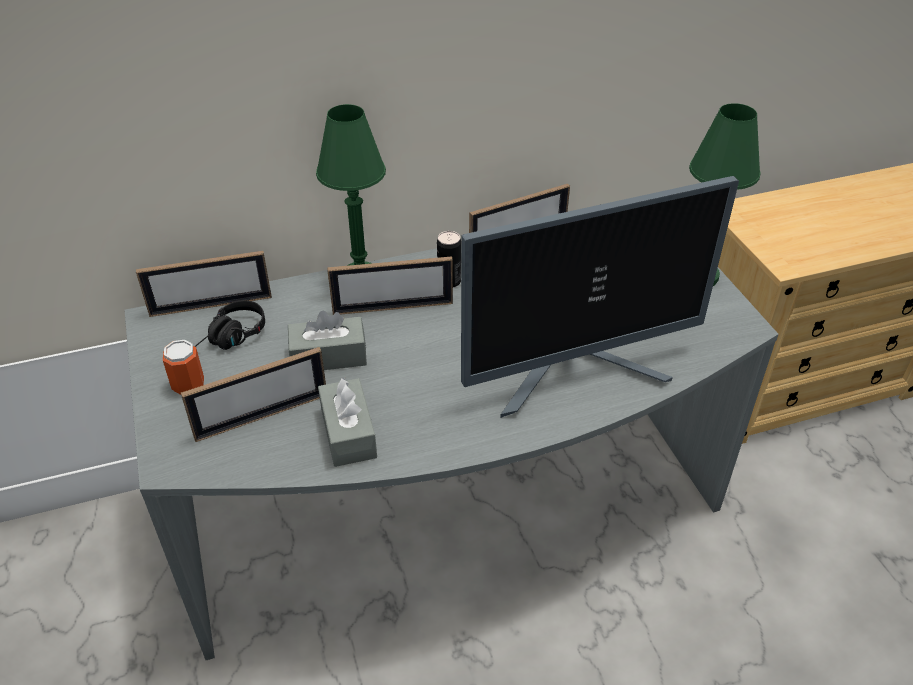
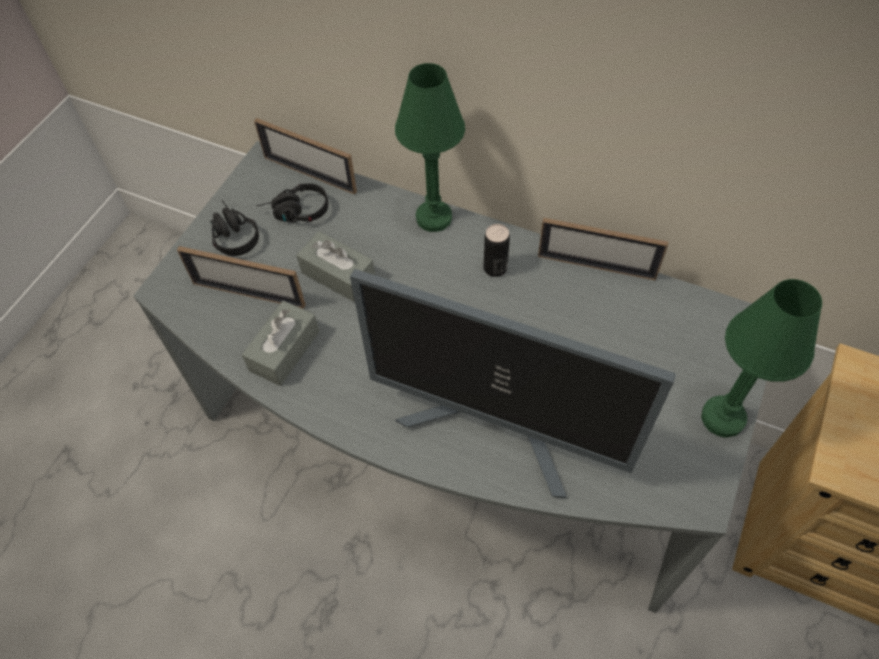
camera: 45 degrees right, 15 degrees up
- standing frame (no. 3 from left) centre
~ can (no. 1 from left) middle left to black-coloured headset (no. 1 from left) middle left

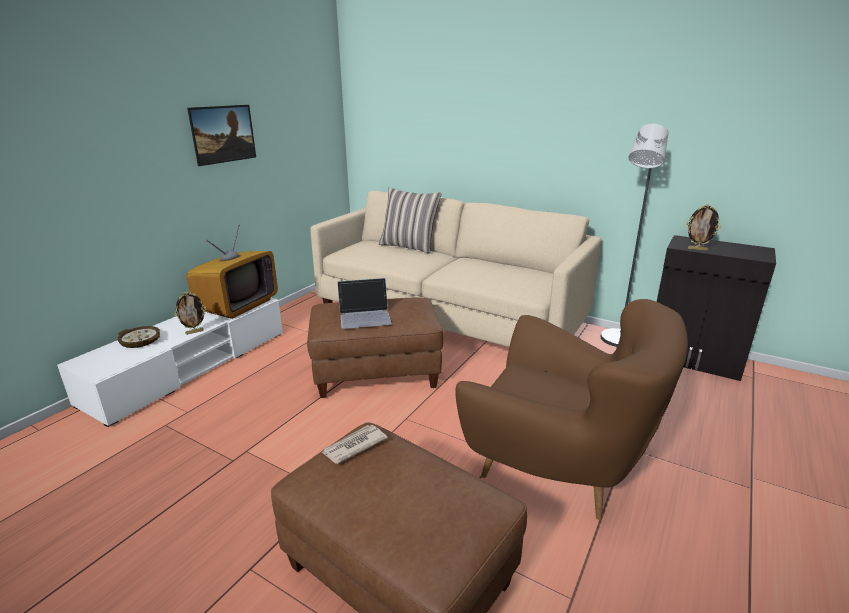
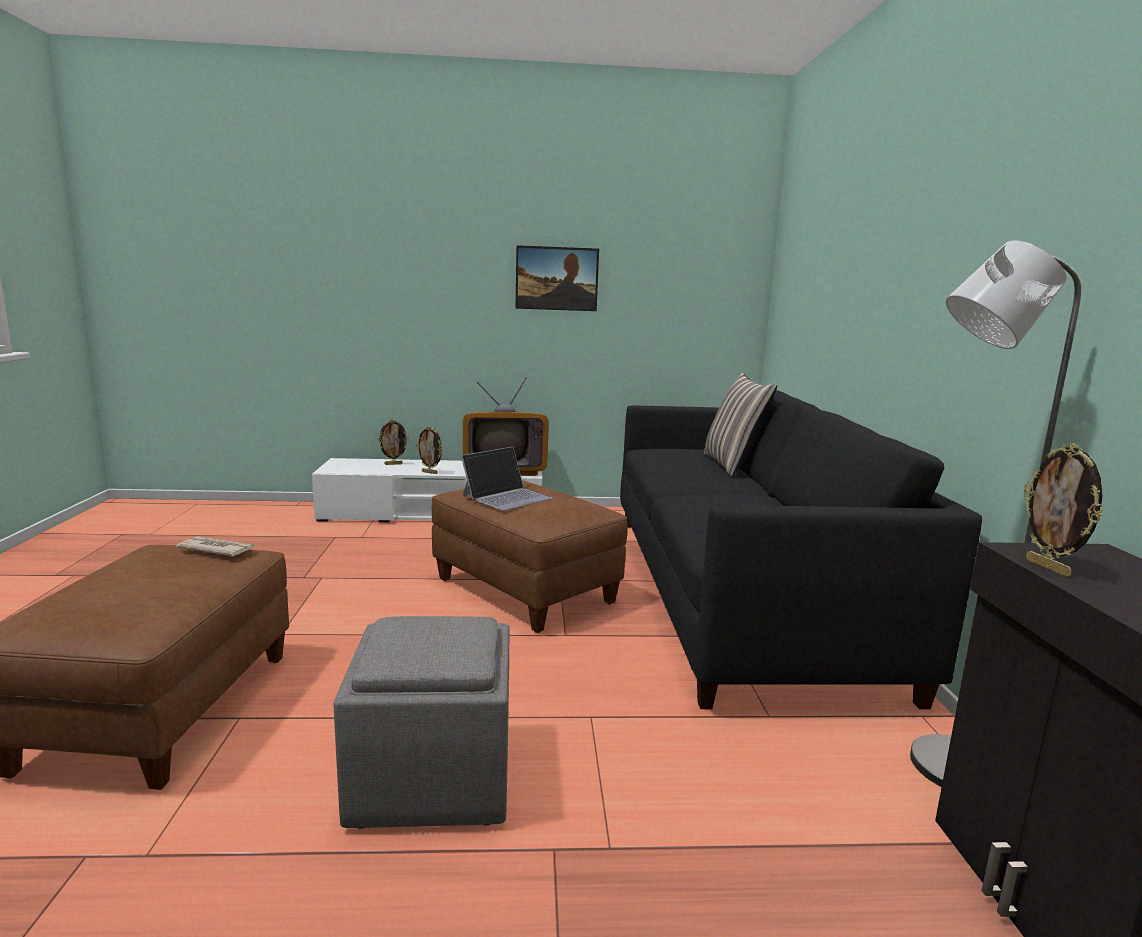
camera: 55 degrees right, 10 degrees down
~ serving bowl middle left to standing frame (no. 1 from left) centre
~ brown armchair bottom right to grey pouffe bottom centre
~ beige-coloured couch centre to black-coloured couch middle right
~ notebook computer centre = centre 90 degrees counterclockwise

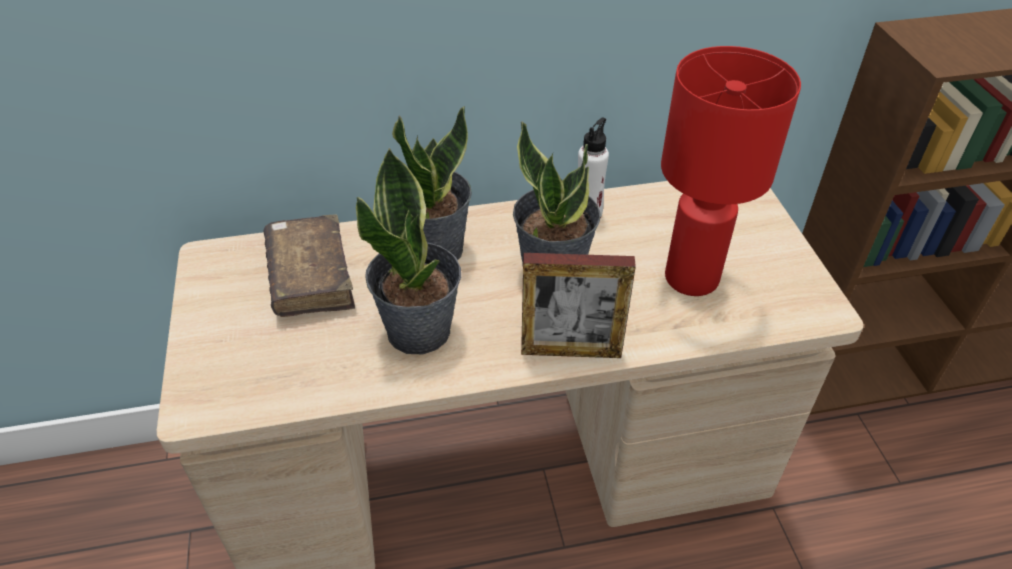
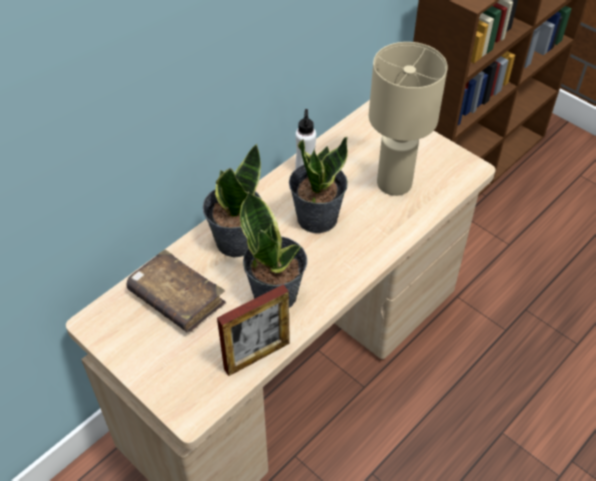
camera: 35 degrees left, 5 degrees up
~ standing frame centre to bottom centre
~ red-coloured tabletop lamp top right to beige-coloured tabletop lamp top right

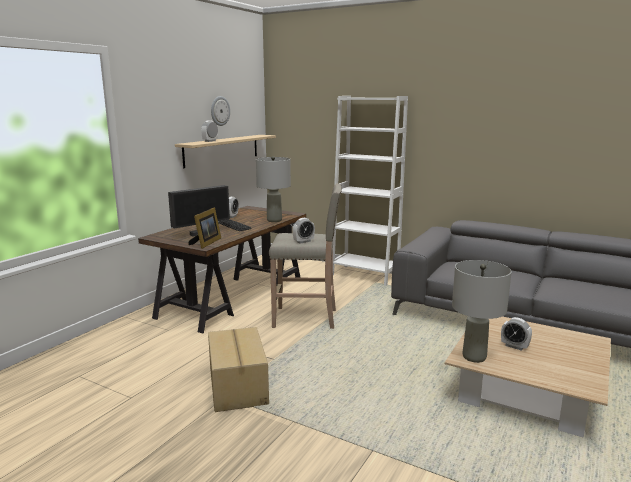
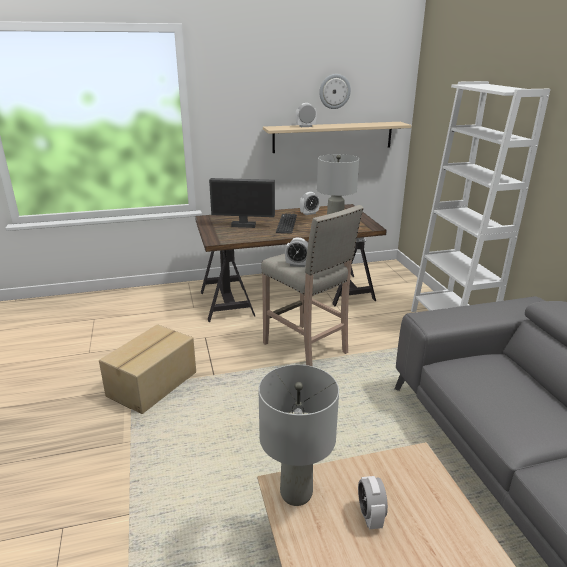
camera: 45 degrees right, 10 degrees up
- standing frame middle left

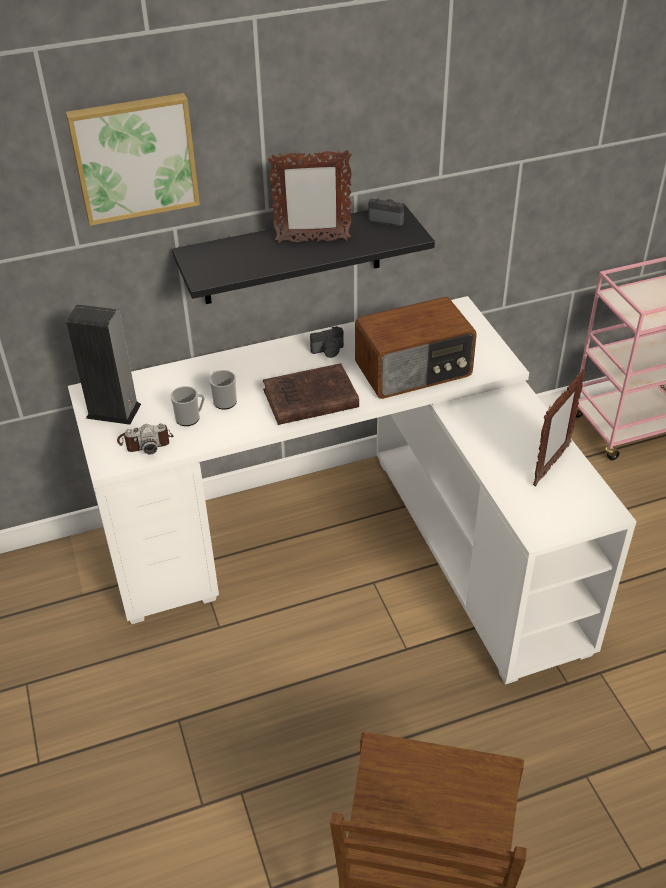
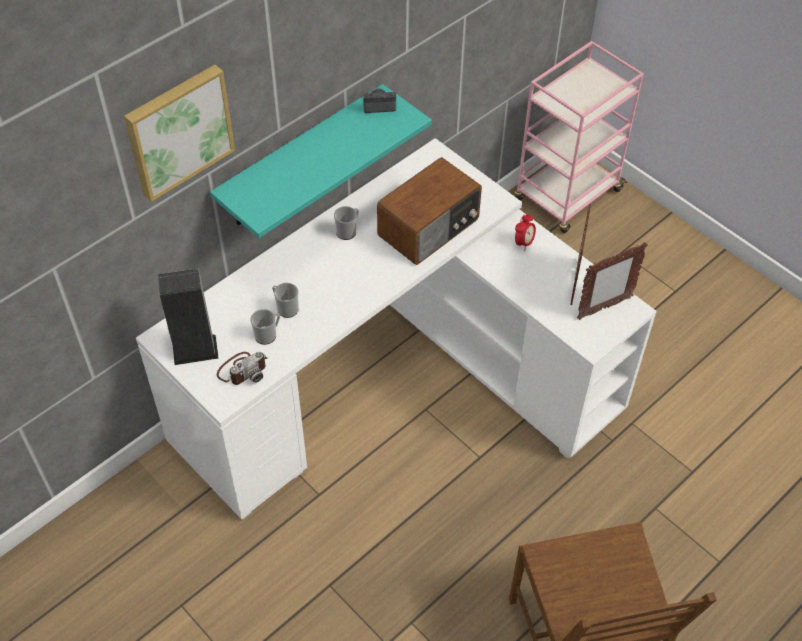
camera: 25 degrees left, 10 degrees up
- brown book centre
+ alarm clock centre
~ standing frame (no. 1 from left in the first image) top centre to standing frame (no. 2 from left) middle right
~ still camera (no. 2 from left) centre to tea mug (no. 3 from left) centre
~ black-coloured shelf top centre to turquoise shelf top centre

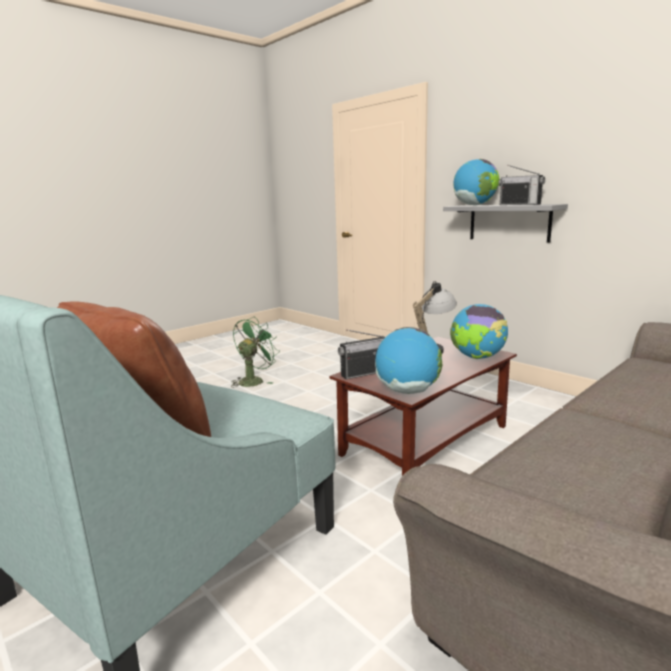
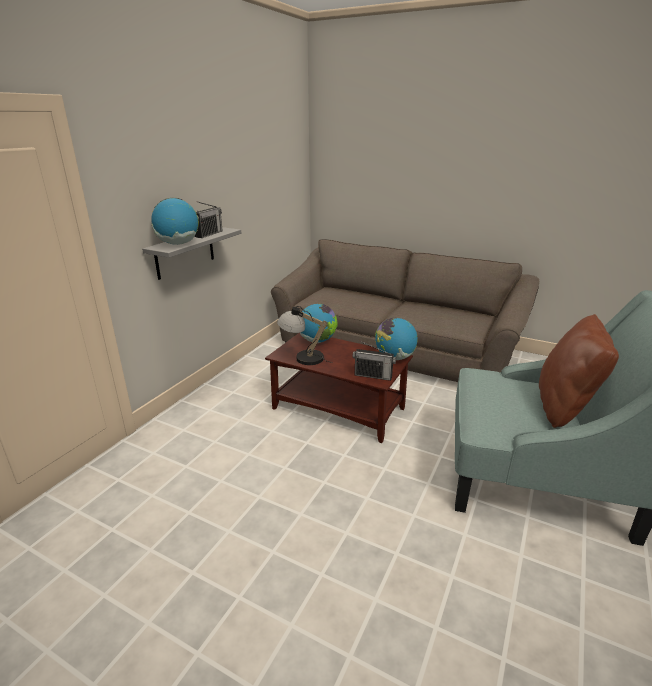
camera: 110 degrees left, 10 degrees up
- greenish fan centre
~ radio set (no. 1 from left in the first image) centre = centre 150 degrees clockwise

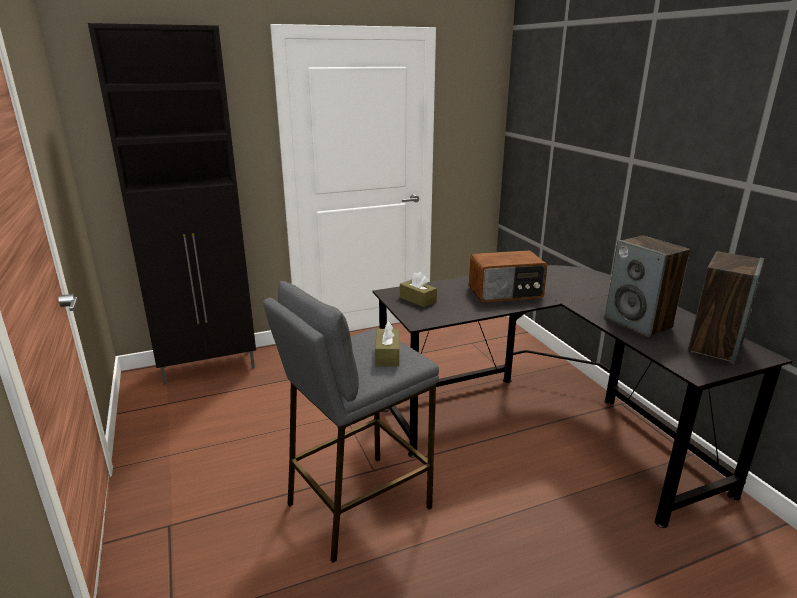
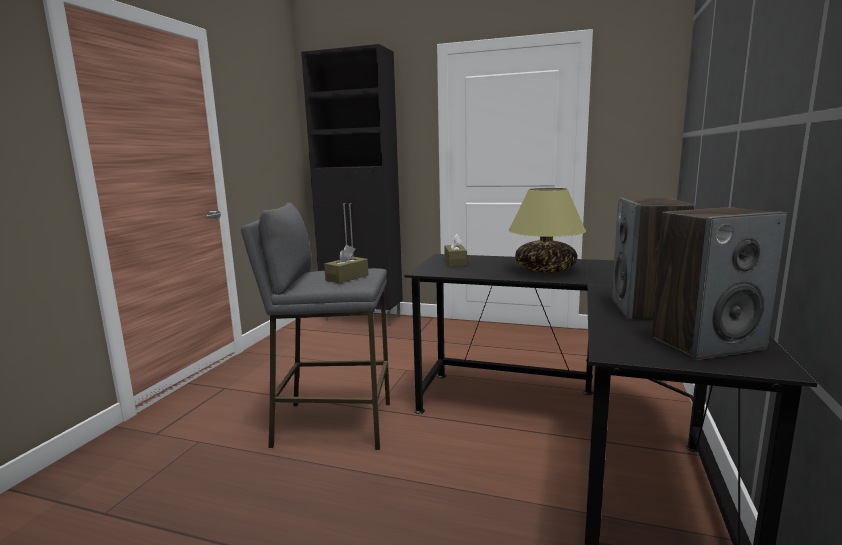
camera: 40 degrees right, 10 degrees down
~ radio set centre to tabletop lamp centre

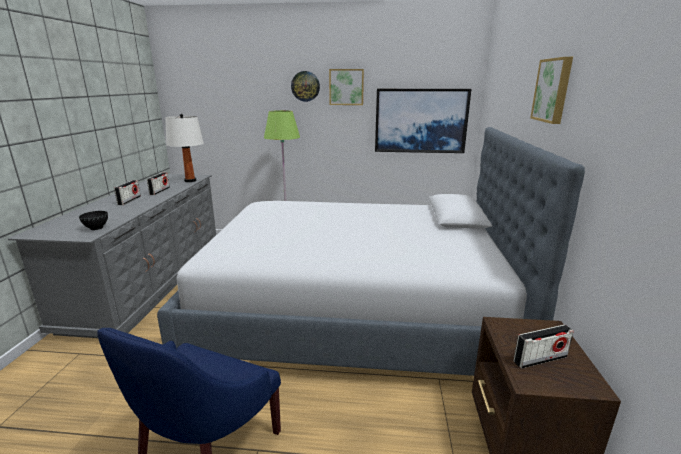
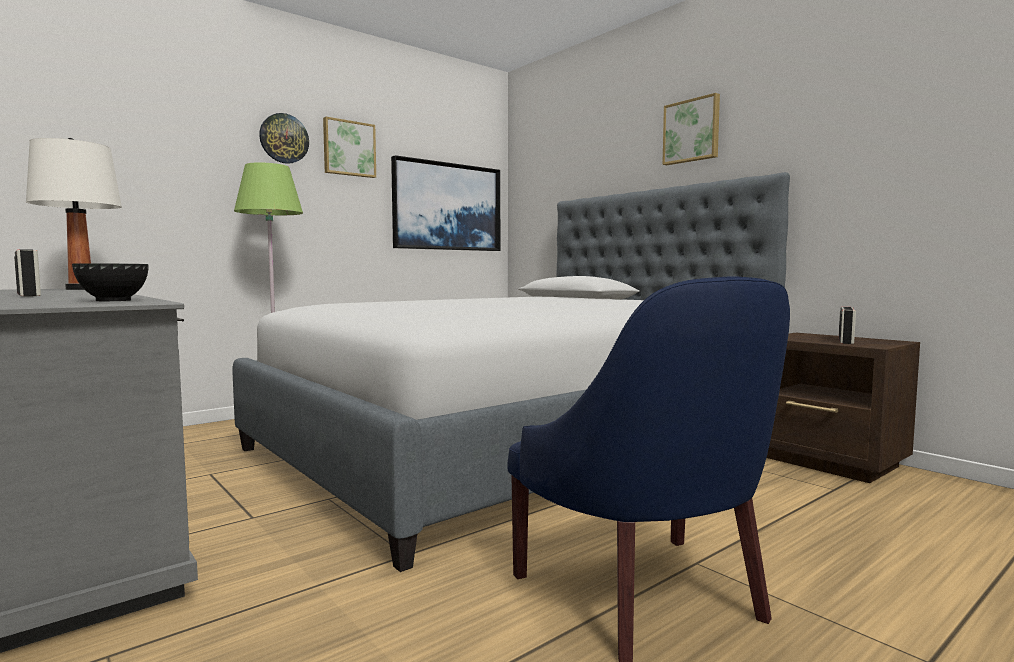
camera: 45 degrees left, 15 degrees down
- radio set (no. 2 from left) middle left

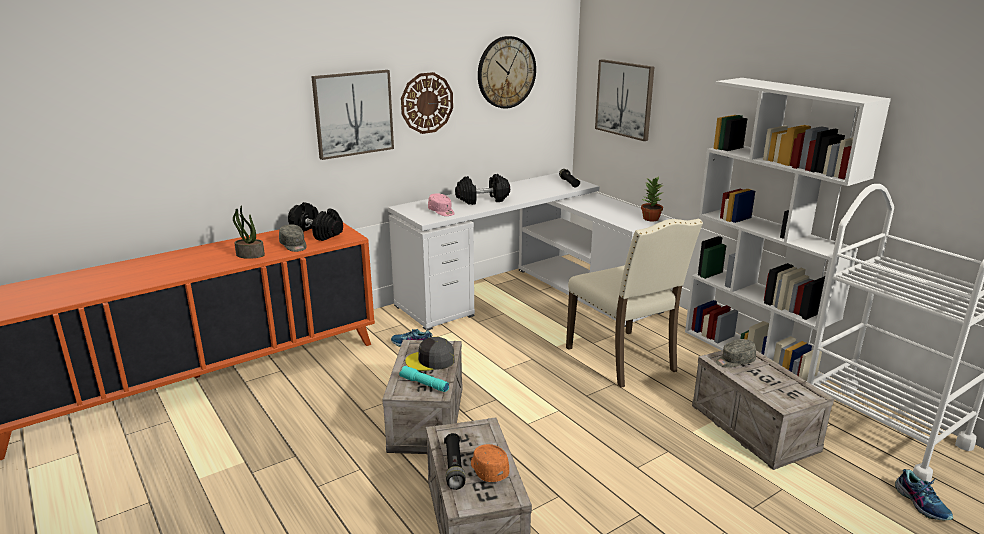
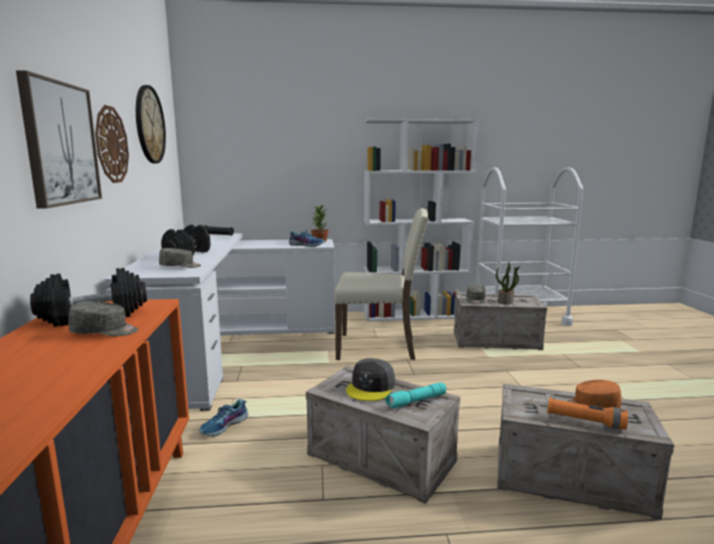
camera: 60 degrees left, 10 degrees down
- wall art (no. 2 from left) top centre
~ plant in a pot (no. 1 from left in the first image) middle left to plant in a pot (no. 2 from left) middle right
~ shoe (no. 2 from left) bottom right to centre
~ pink-coloured peaked cap centre to grey peaked cap (no. 2 from left) middle left
~ black-coloured flashlight (no. 1 from left) bottom centre to orange flashlight bottom right

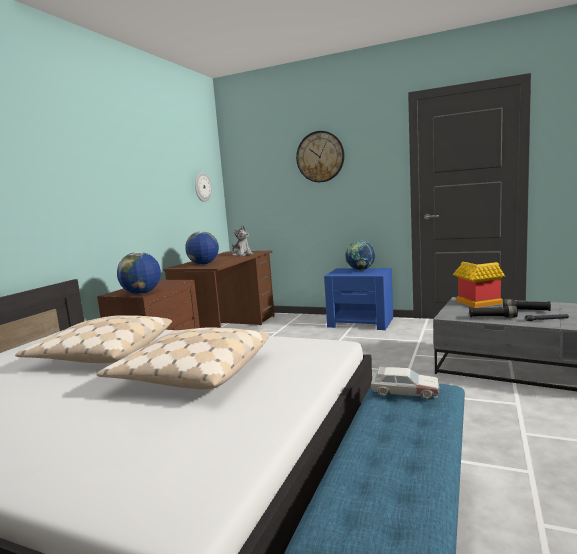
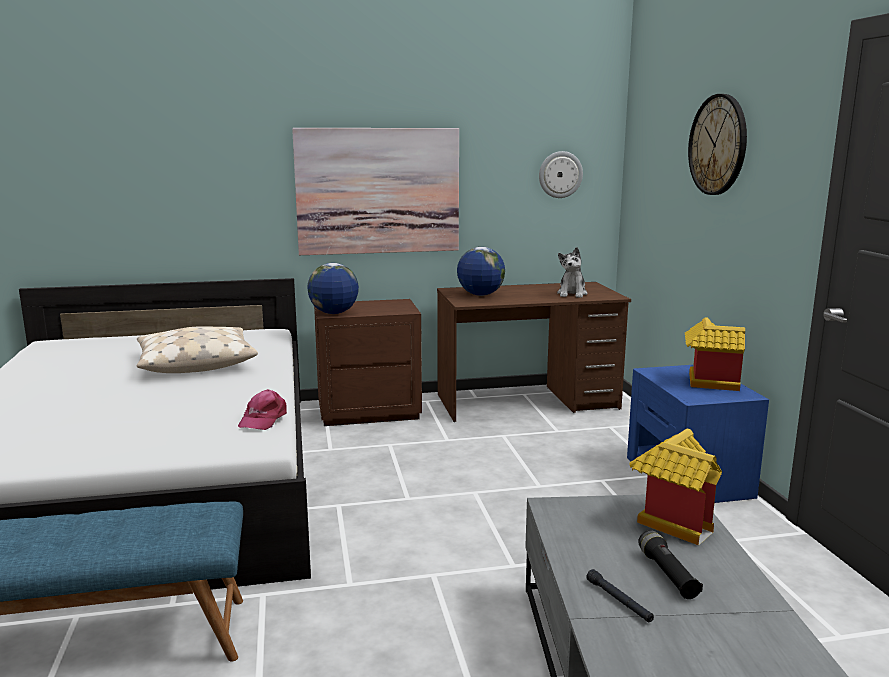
camera: 55 degrees right, 5 degrees up
- beige-coloured pillow (no. 2 from left) middle left
- miniature car bottom right
- black-coloured flashlight (no. 1 from left) middle right
+ pink-coloured peaked cap middle left
+ wall art top centre
~ world globe (no. 3 from left) centre to miniature house (no. 2 from left) middle right

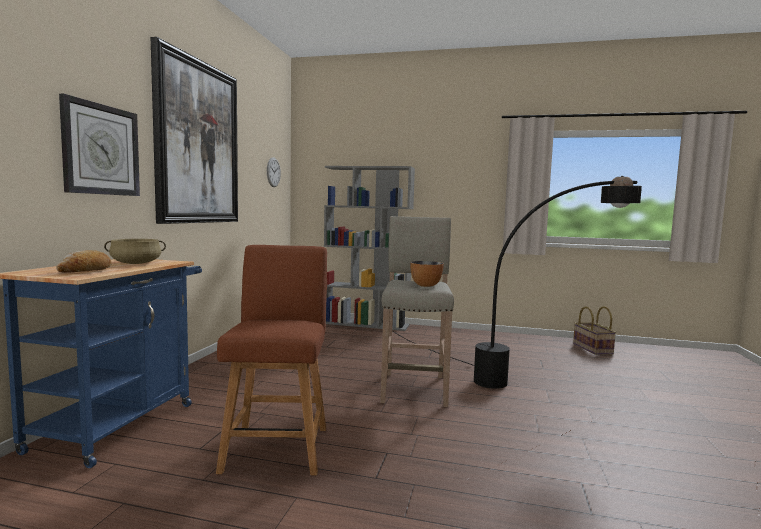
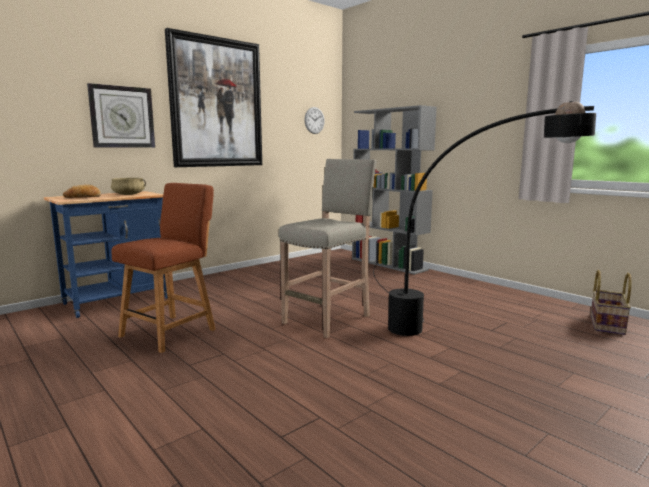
camera: 35 degrees right, 5 degrees up
- serving bowl centre

